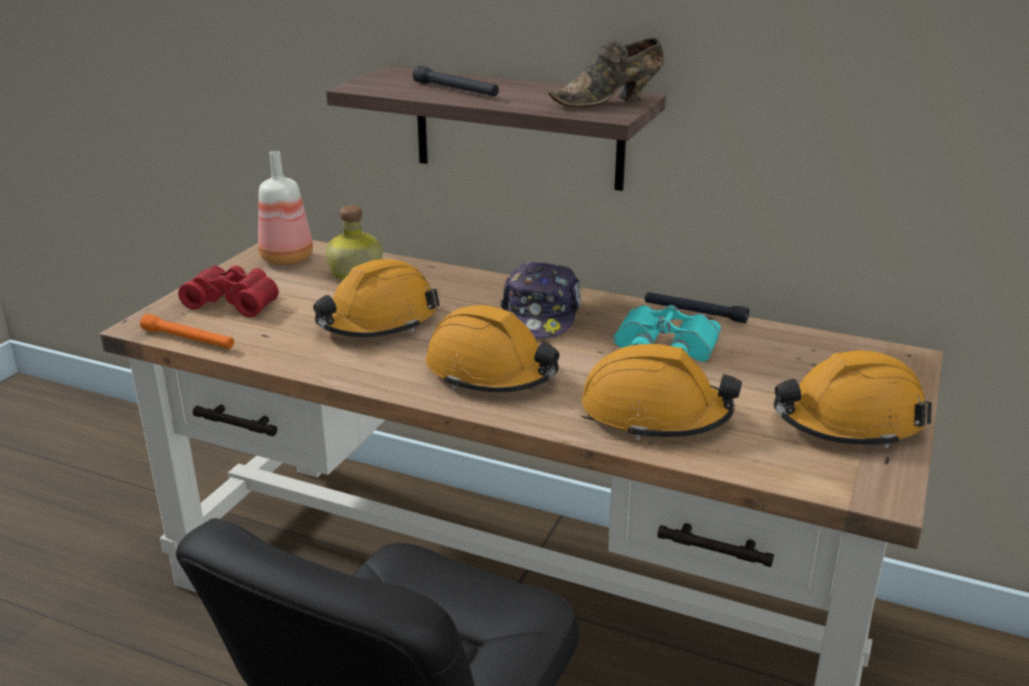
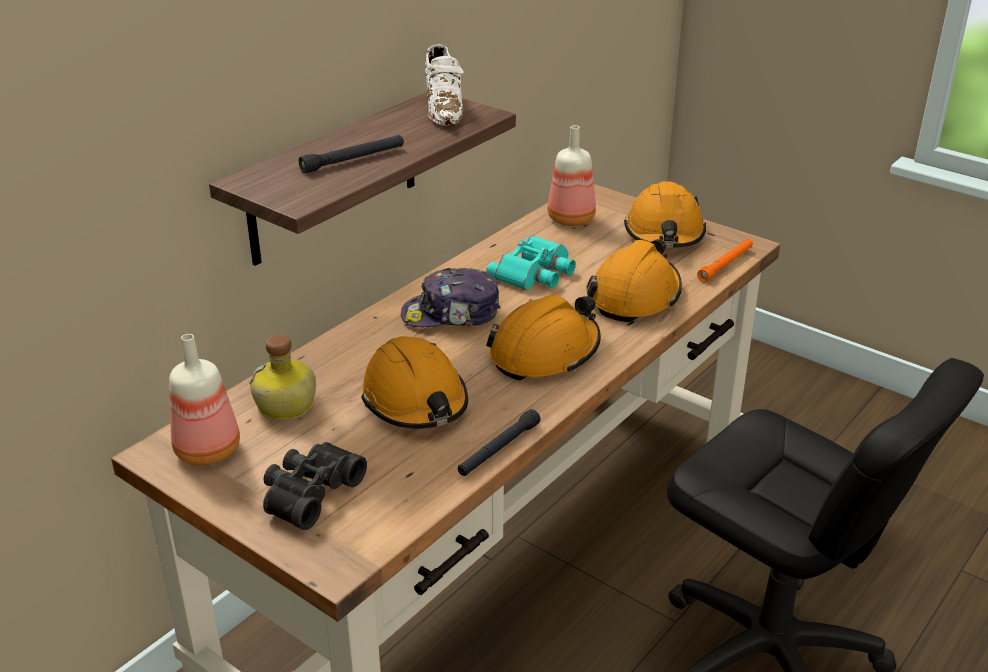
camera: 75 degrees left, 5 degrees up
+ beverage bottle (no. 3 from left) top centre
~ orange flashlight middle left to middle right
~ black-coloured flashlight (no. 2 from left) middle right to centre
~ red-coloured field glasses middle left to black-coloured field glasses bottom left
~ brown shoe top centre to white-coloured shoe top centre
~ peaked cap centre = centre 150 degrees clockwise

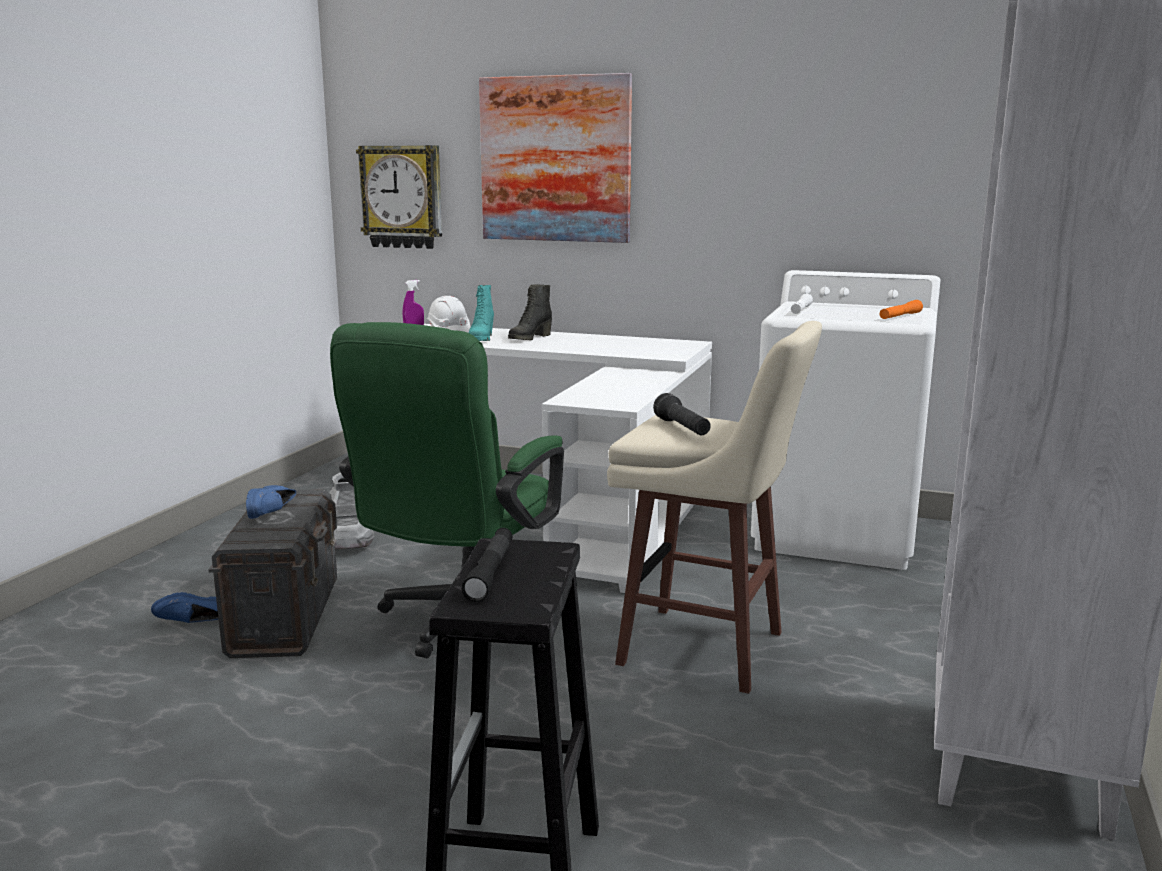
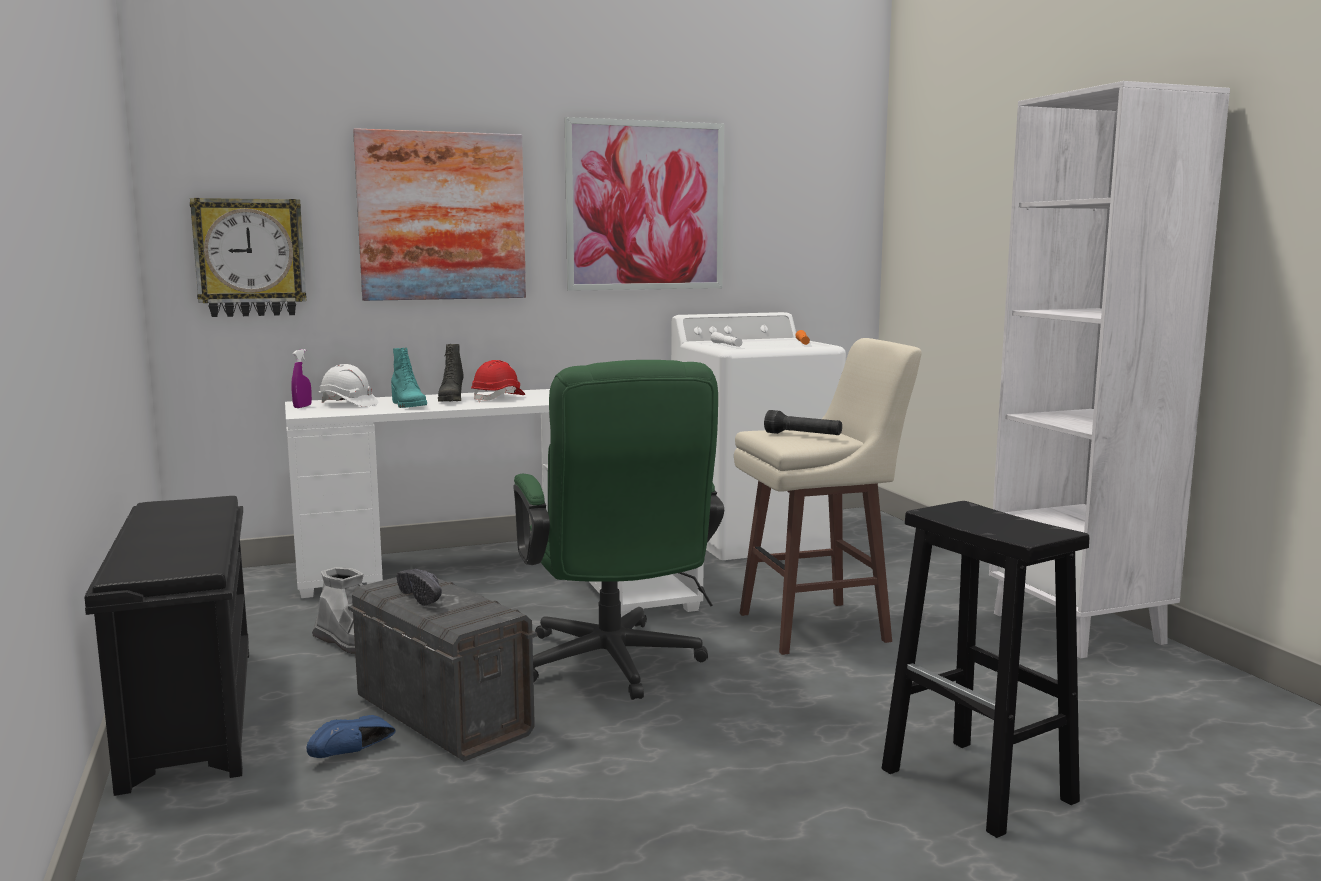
camera: 40 degrees left, 5 degrees down
- black-coloured flashlight (no. 1 from left) centre
+ black-coloured shoe shelf bottom left
+ red-coloured work helmet centre
+ wall art (no. 2 from left) top centre
~ blue-coloured shoe (no. 2 from left) middle left to black-coloured shoe middle left

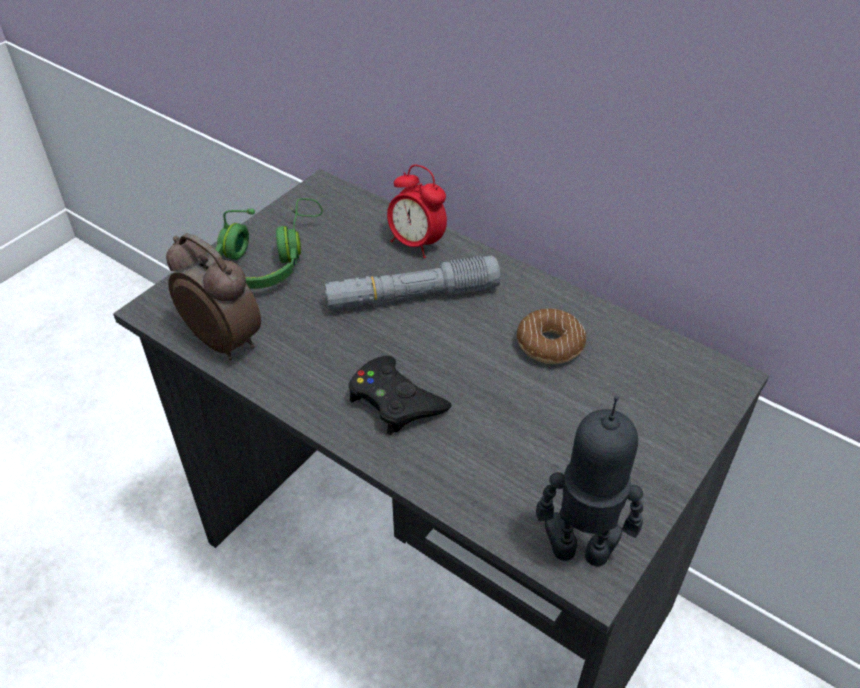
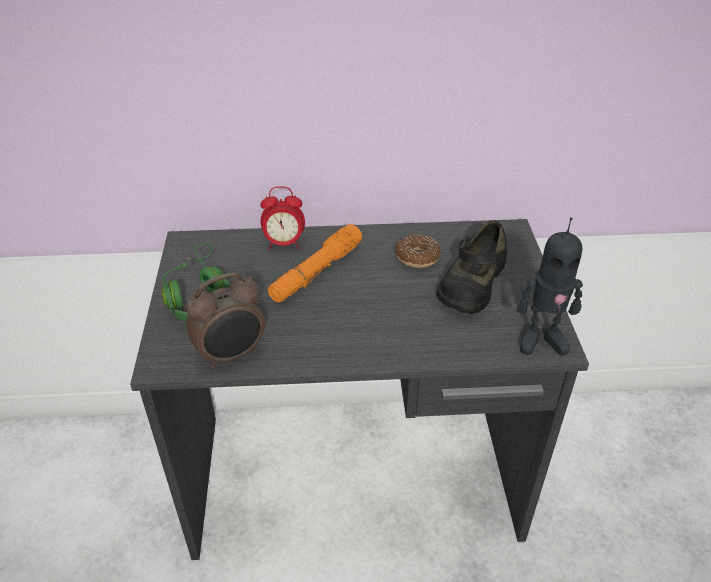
camera: 40 degrees left, 5 degrees down
- black-coloured gamepad centre
+ black-coloured shoe centre
~ grey flashlight centre to orange flashlight centre
~ alarm clock (no. 1 from left) middle left = middle left 150 degrees clockwise
~ toy robot bottom right = middle right 150 degrees counterclockwise

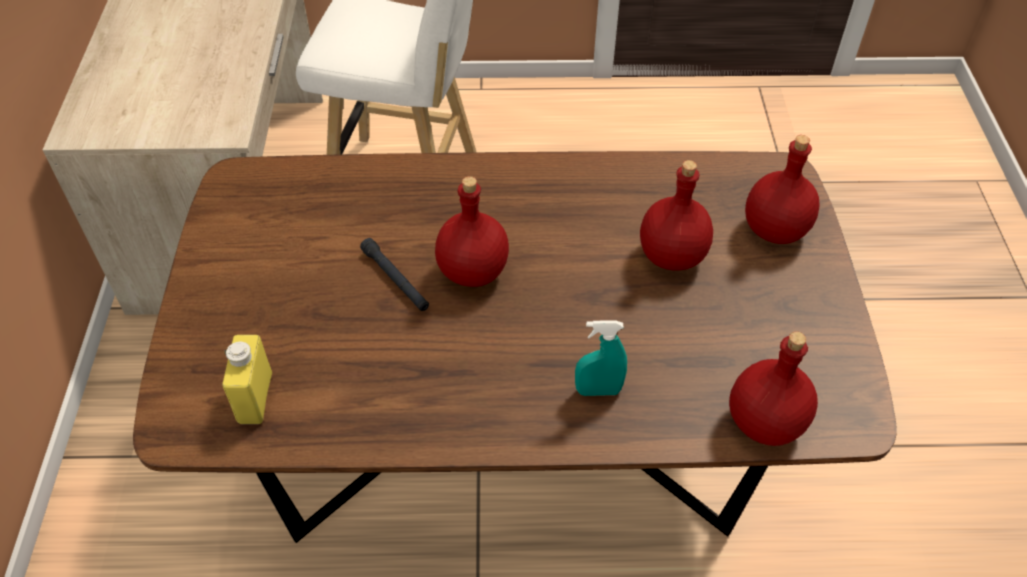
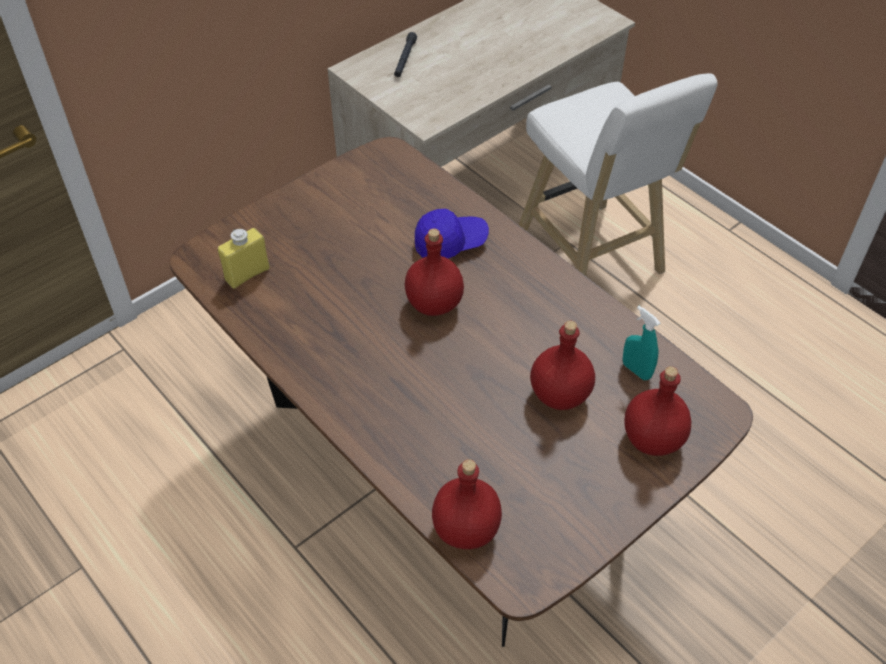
camera: 50 degrees right, 0 degrees up
+ blue-coloured peaked cap centre
~ black-coloured flashlight centre to top centre
~ turquoise hand sprayer centre to middle right

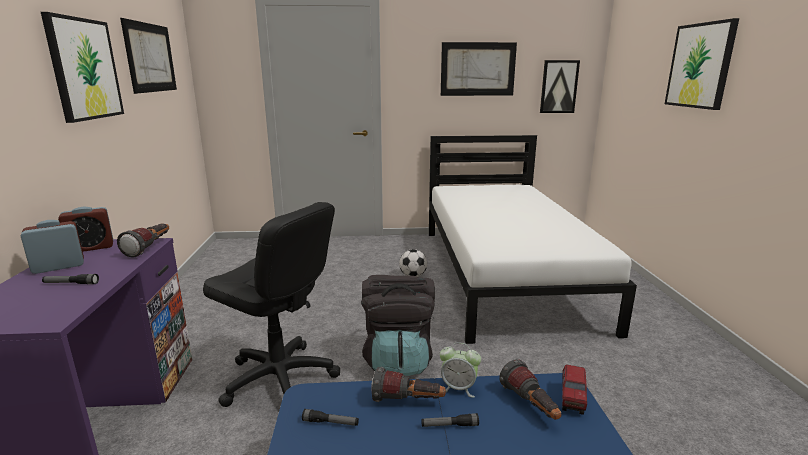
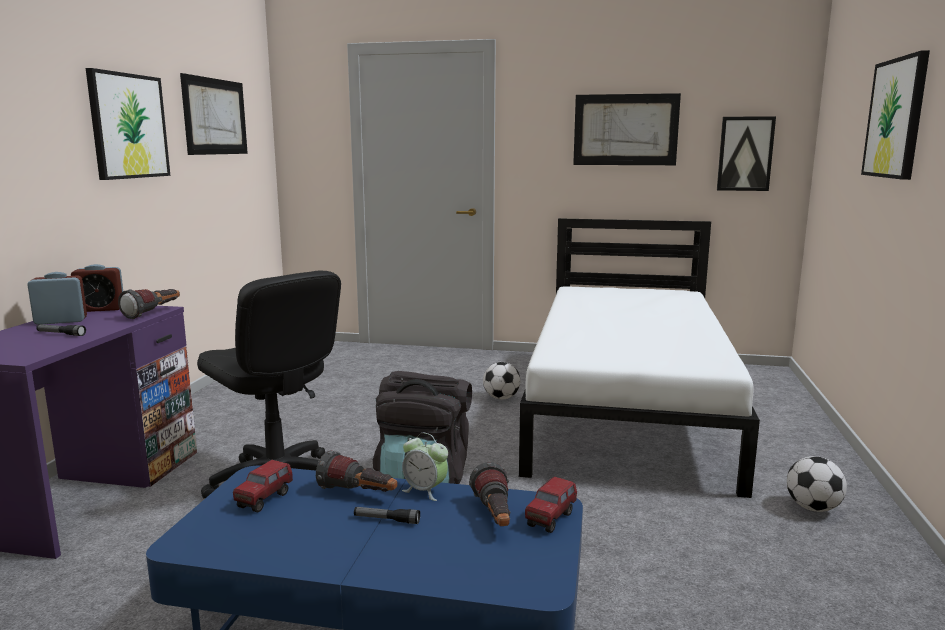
camera: 15 degrees right, 5 degrees down
+ football ball (no. 2 from left) bottom right
~ flashlight (no. 3 from left) bottom centre to model truck (no. 1 from left) bottom left

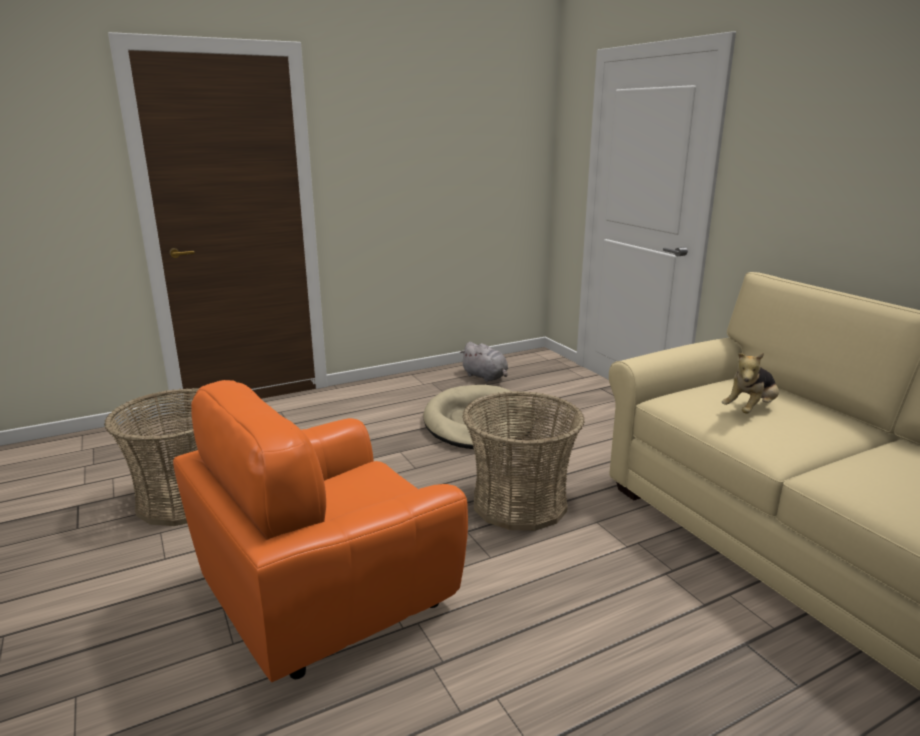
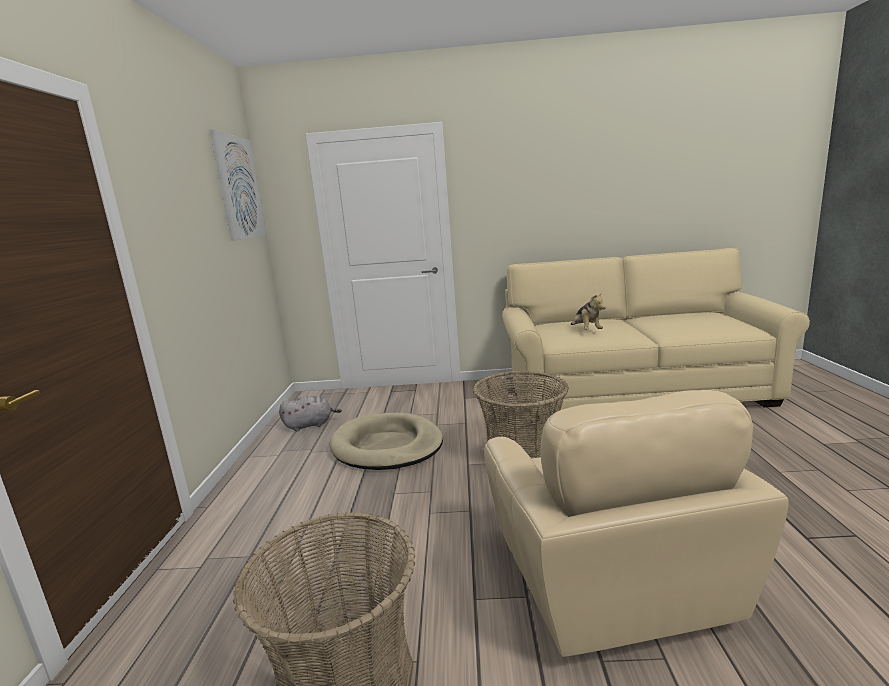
camera: 60 degrees left, 5 degrees down
+ wall art top left
~ orange armchair bottom centre to beige-coloured armchair bottom right

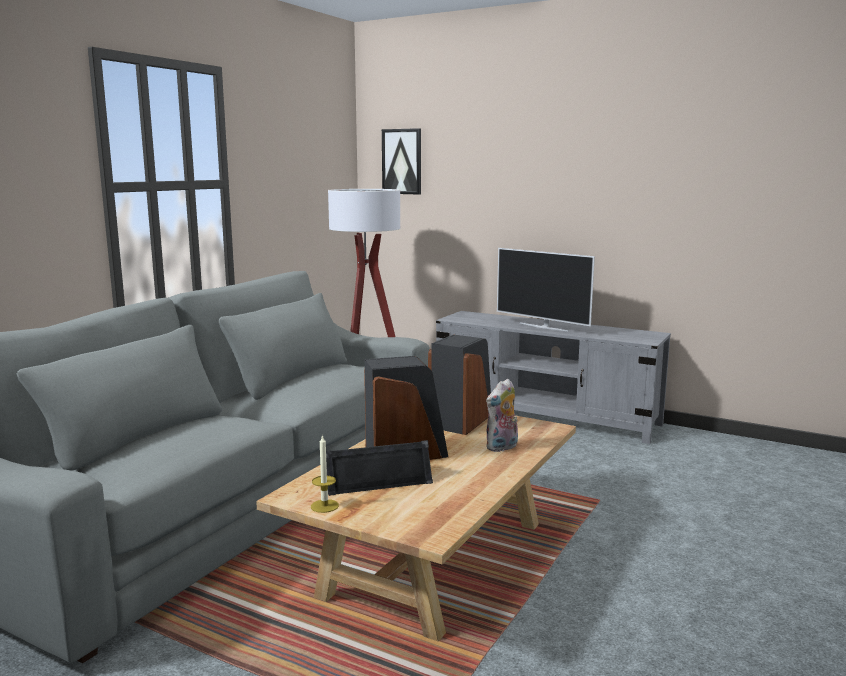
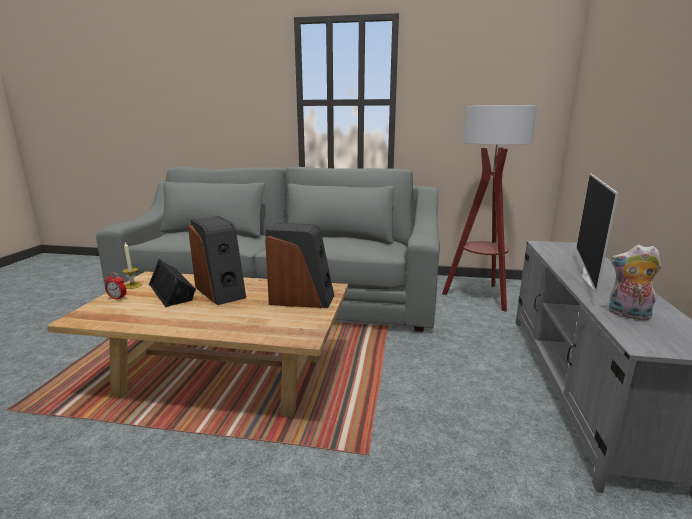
camera: 70 degrees right, 5 degrees up
- wall art top centre
+ alarm clock middle left
~ soft toy centre to middle right

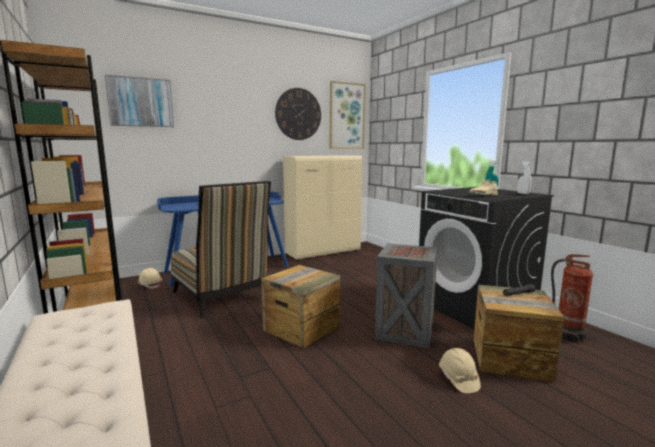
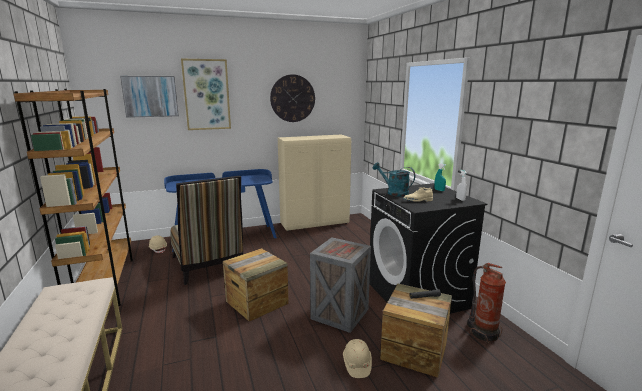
camera: 10 degrees right, 5 degrees up
+ turquoise sprinkling can centre
~ wall art (no. 2 from left) top centre to top left

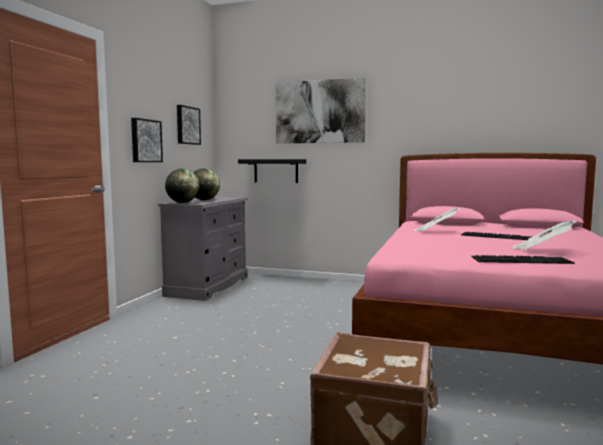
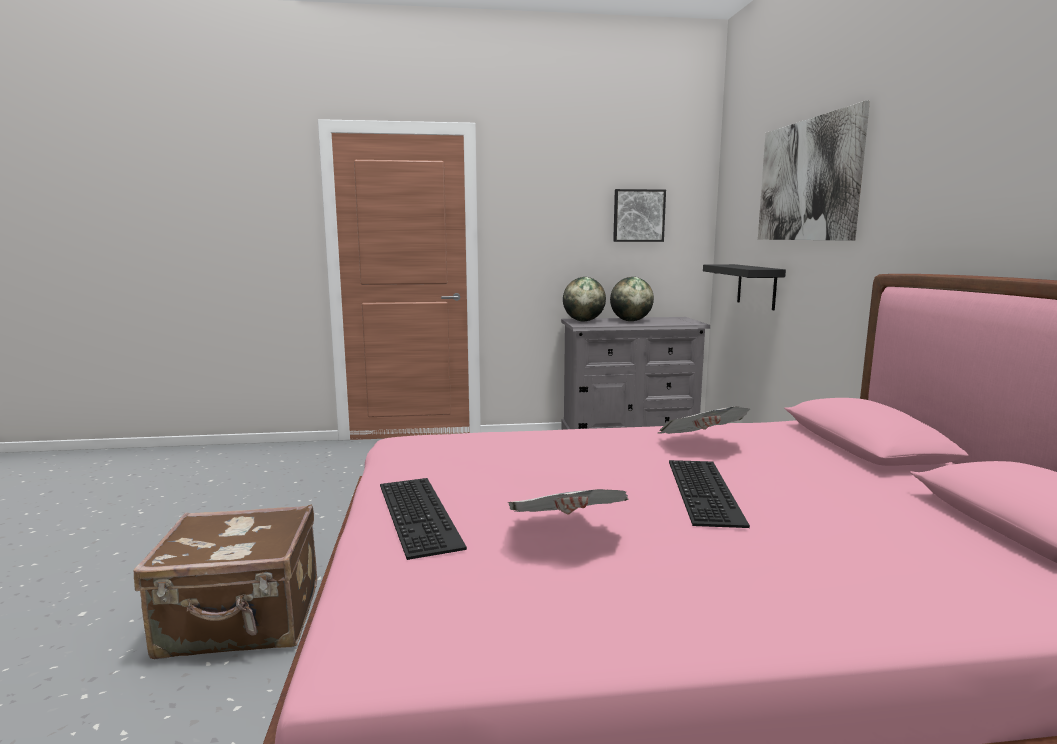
camera: 65 degrees right, 5 degrees up
- wall art (no. 1 from left) top left

